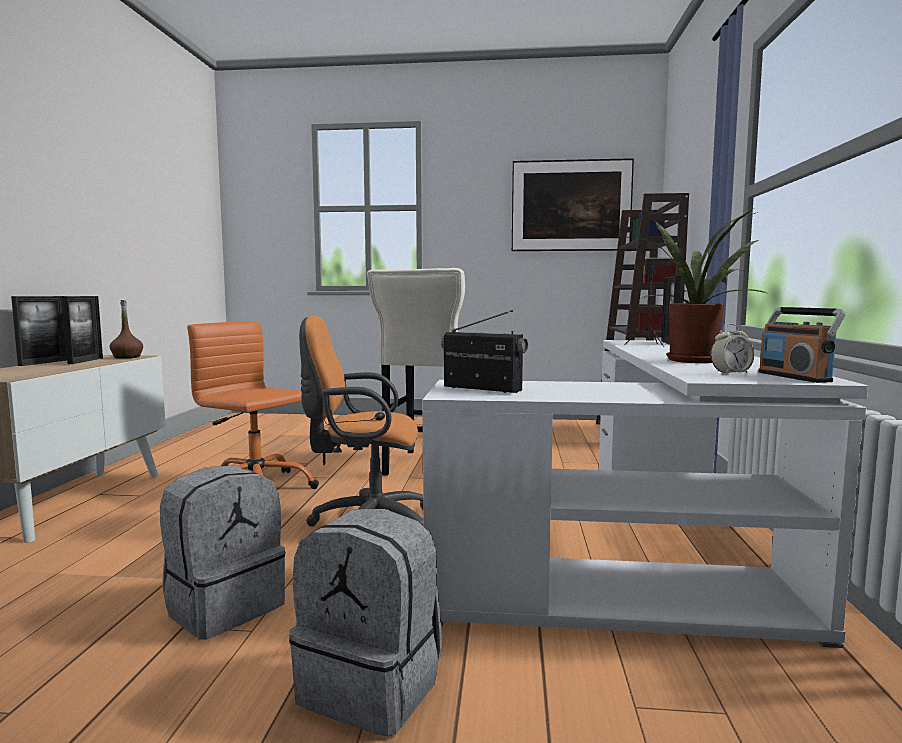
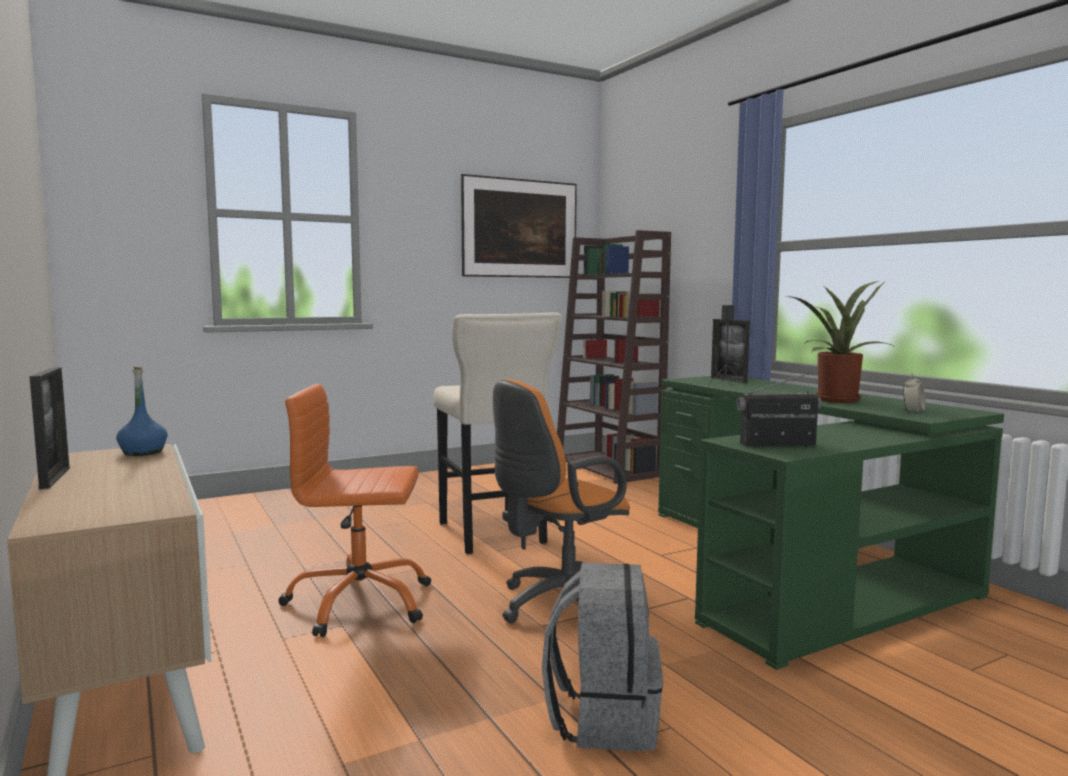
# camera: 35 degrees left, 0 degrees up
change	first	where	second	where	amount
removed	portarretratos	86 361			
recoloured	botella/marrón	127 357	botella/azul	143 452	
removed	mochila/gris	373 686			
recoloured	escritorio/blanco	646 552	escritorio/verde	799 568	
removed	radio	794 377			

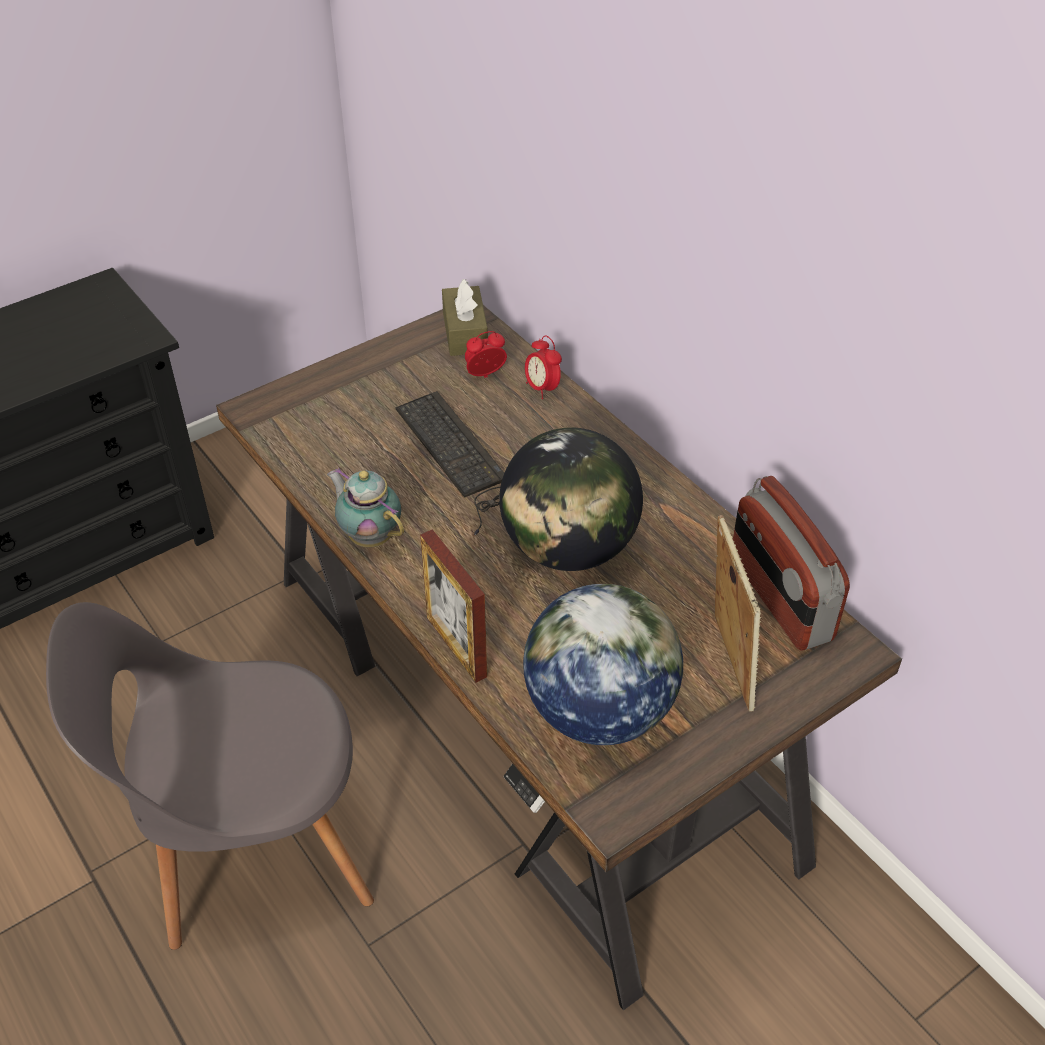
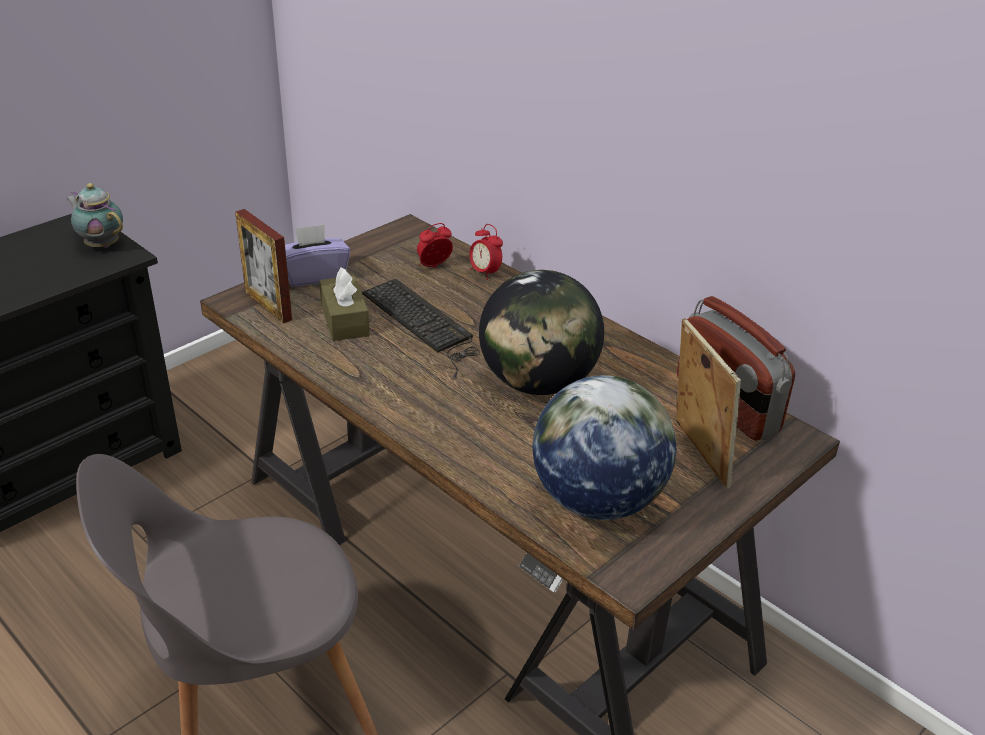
# camera: 10 degrees left, 10 degrees down
change	first	where	second	where	amount
moved	tetera	369 536		101 245	
moved	portarretratos	456 646		268 306	
moved	caja de pañuelos/marrón	465 333		344 320	
added			caja de pañuelos/morado	314 275	

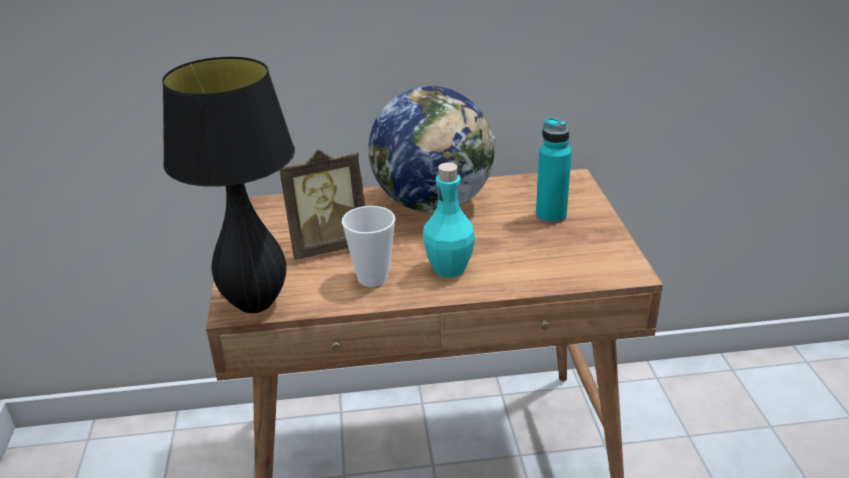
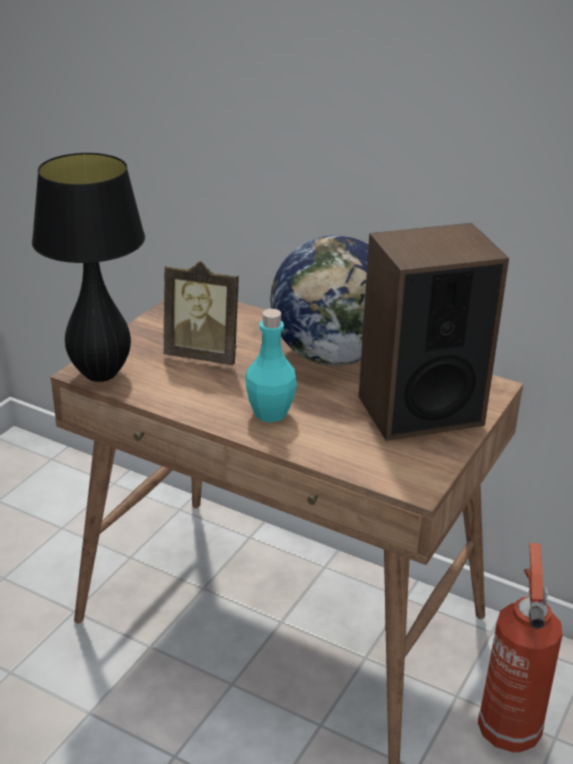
# camera: 35 degrees right, 0 degrees up
change	first	where	second	where	amount
removed	taza	372 278			
replaced	botella/turquesa	551 216	altavoz	419 410	
added			extintor	508 727	

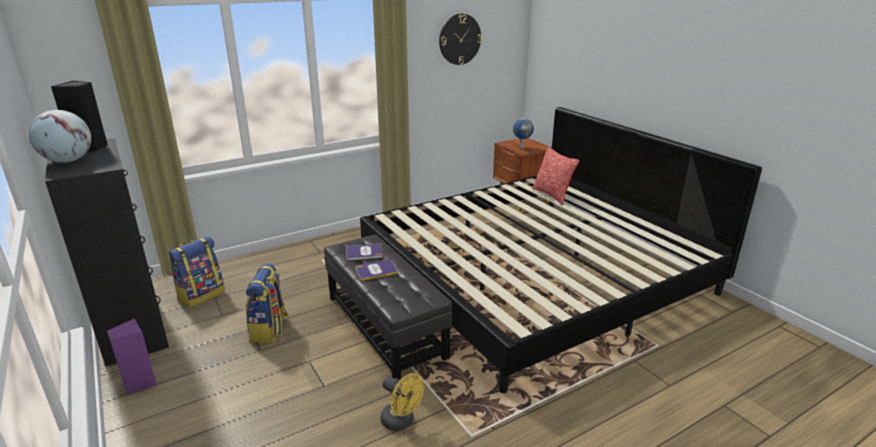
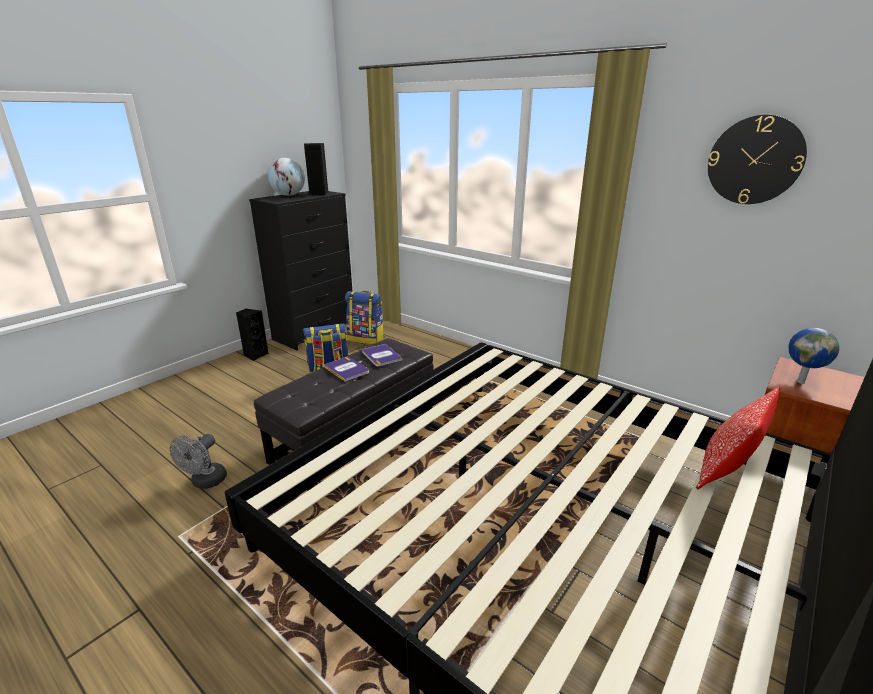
# camera: 70 degrees right, 0 degrees up
change	first	where	second	where	amount
recoloured	altavoz/morado	140 383	altavoz/negro	255 355	
recoloured	ventilador/amarillo	401 422	ventilador/gris	205 482	

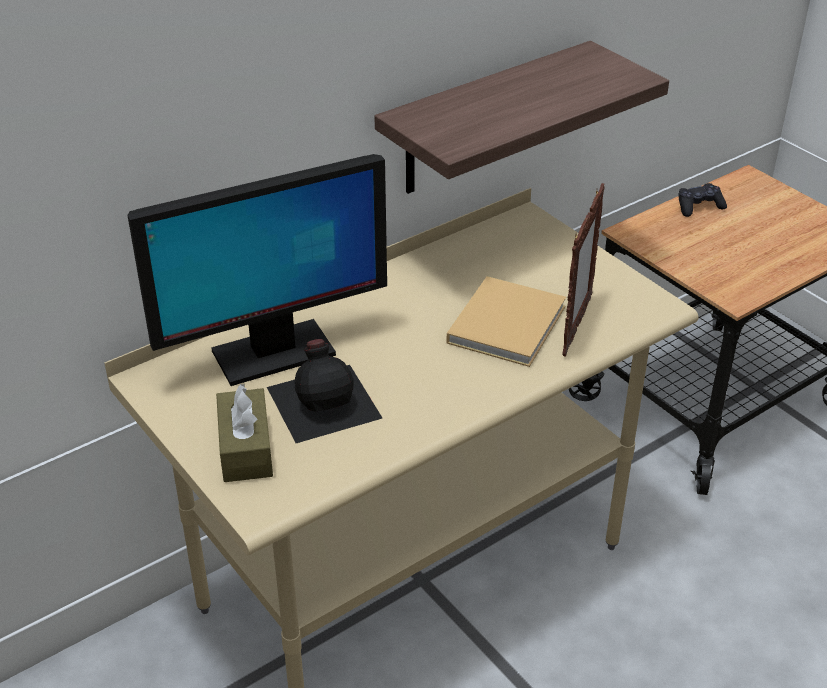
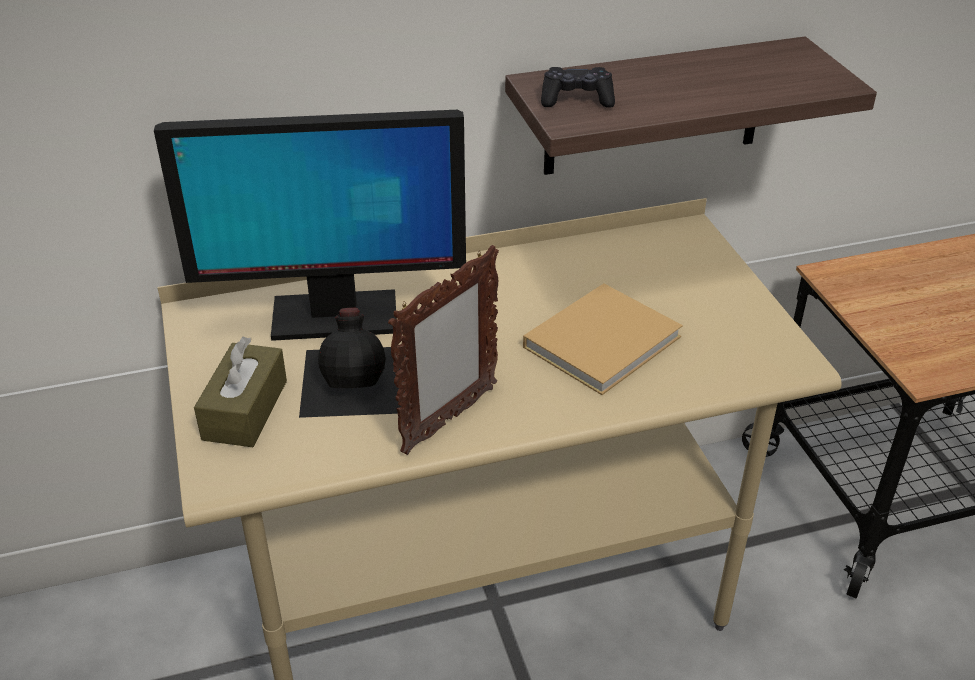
# camera: 20 degrees right, 0 degrees up
change	first	where	second	where	amount
moved	portarretratos	576 327		448 420	
moved	mando de consola/negro	699 207		577 99	

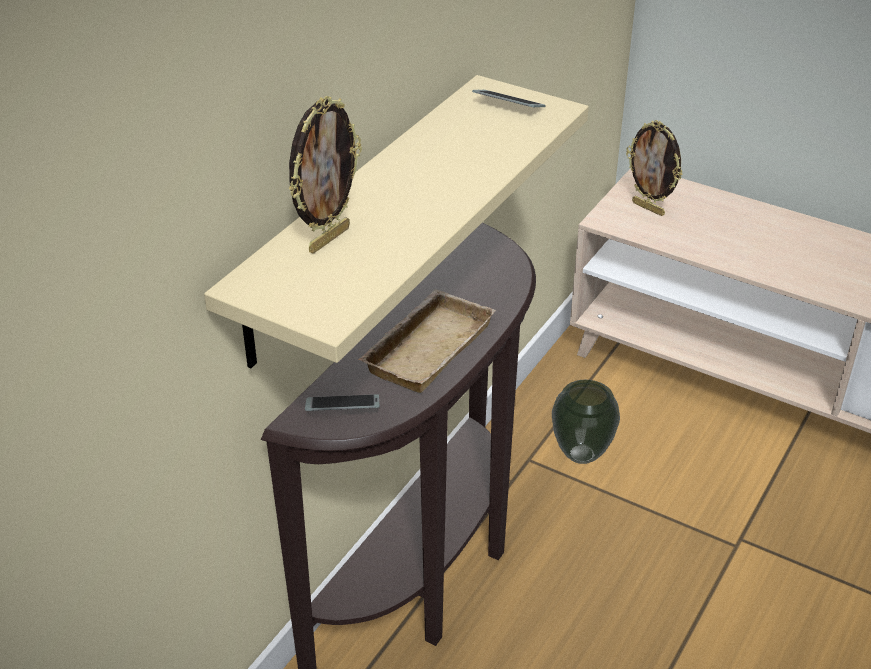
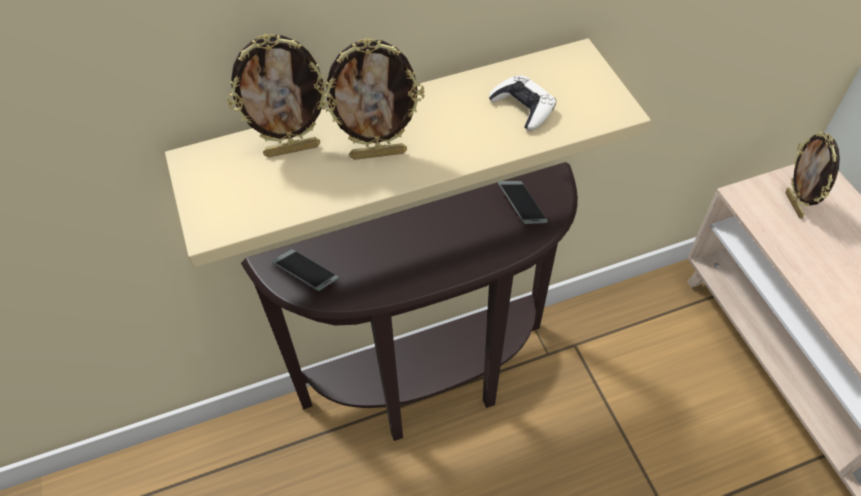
# camera: 40 degrees right, 15 degrees up
change	first	where	second	where	amount
removed	bandeja/beis	426 346			
moved	móvil	508 105		521 206	
removed	florero	580 453			
added			portarretratos	378 153	
added			mando de consola/blanco	523 107	

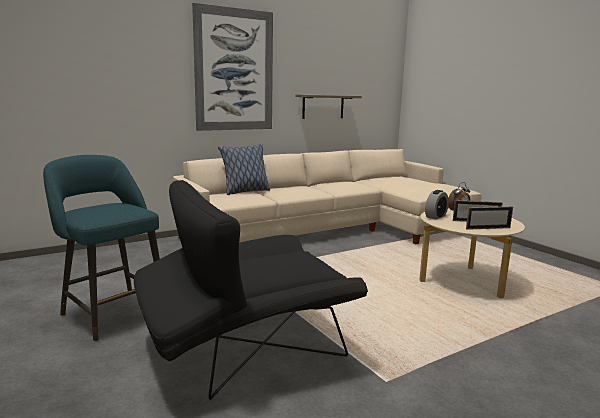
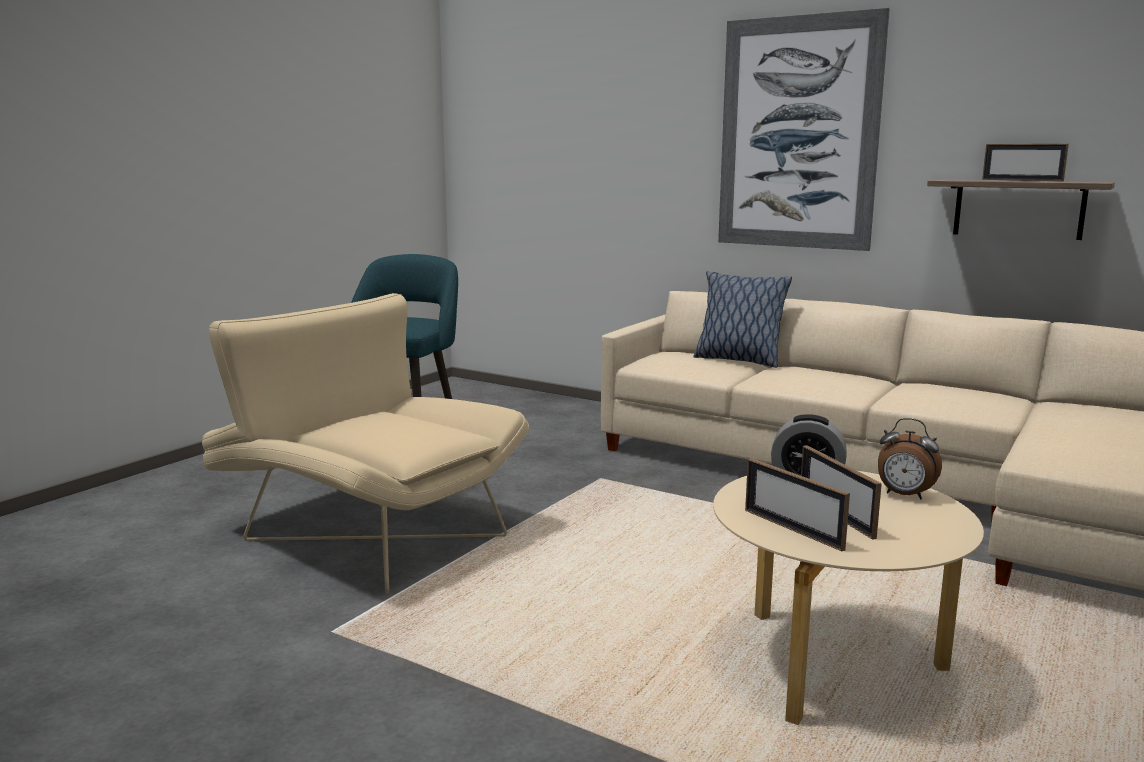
# camera: 65 degrees right, 0 degrees up
change	first	where	second	where	amount
recoloured	sillón/negro	244 348	sillón/beis	366 531	
added			portarretratos	1021 180	

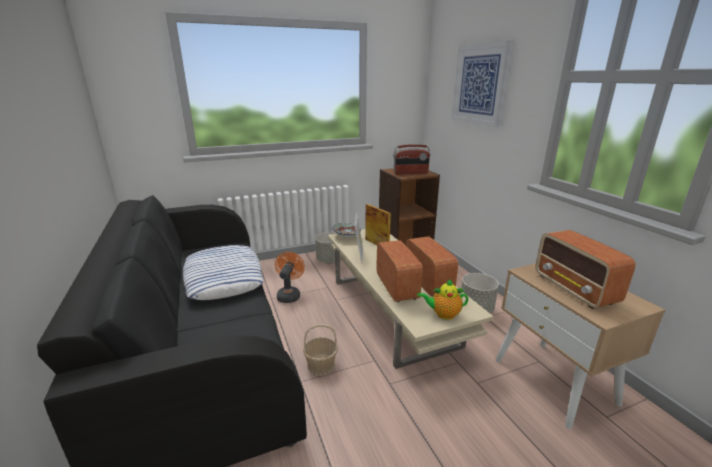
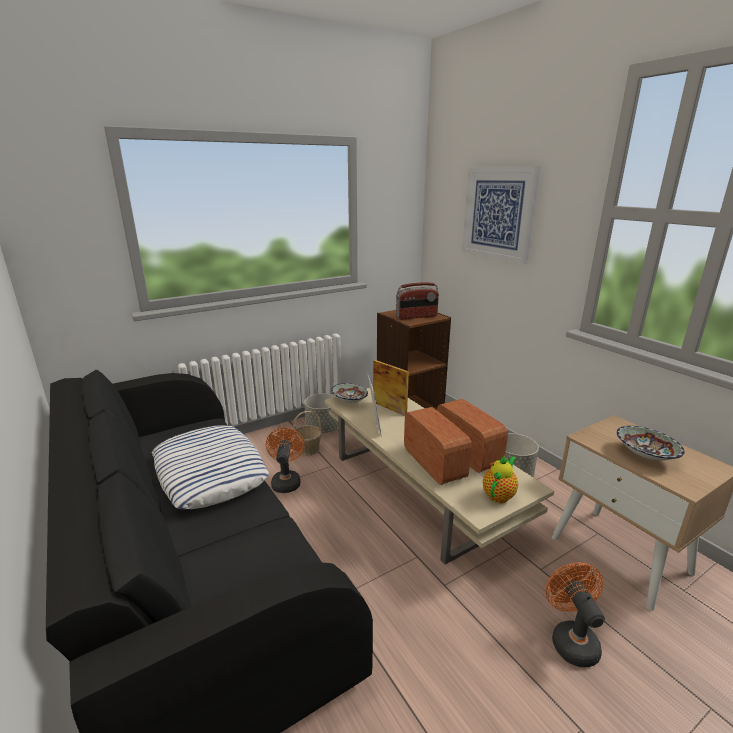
# camera: 10 degrees left, 0 degrees up
change	first	where	second	where	amount
moved	cesta	321 365		307 449	
turned	tetera	443 314		499 495	135 degrees clockwise
replaced	radio	574 289	cuenco	645 455	
added			ventilador/naranja	570 639	

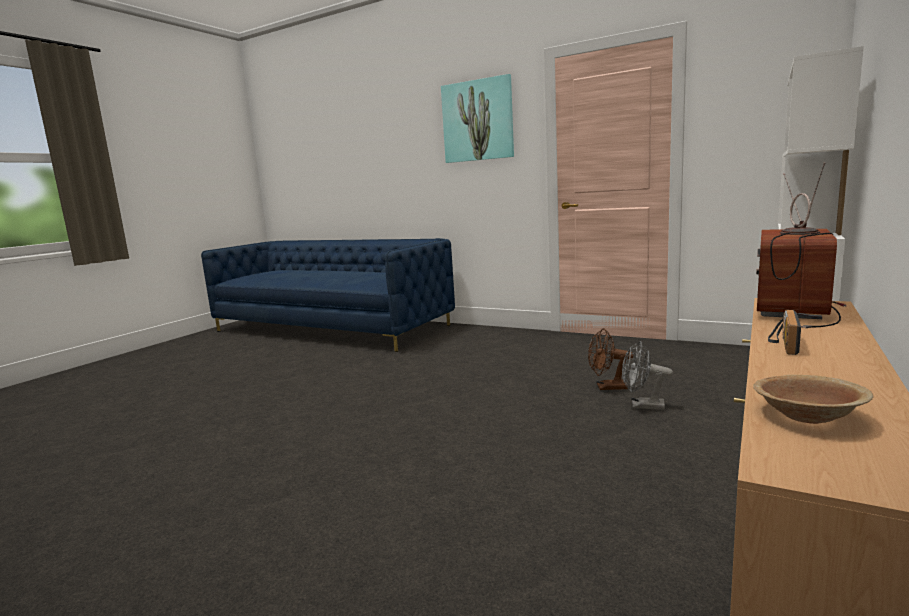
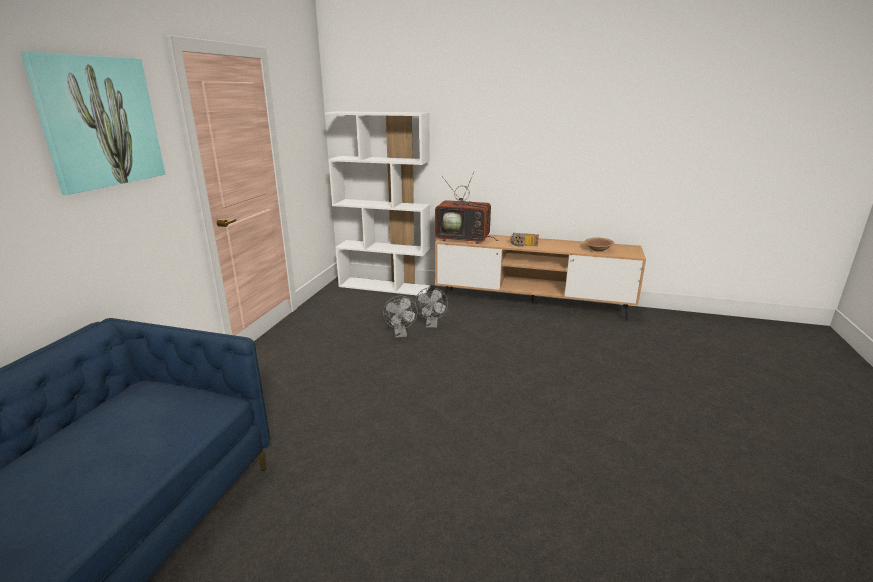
# camera: 105 degrees left, 10 degrees up
change	first	where	second	where	amount
recoloured	ventilador/marrón	607 387	ventilador/gris	401 334	

